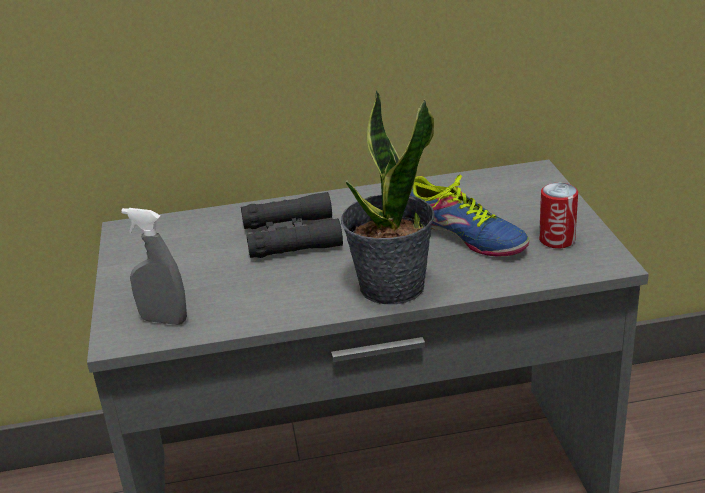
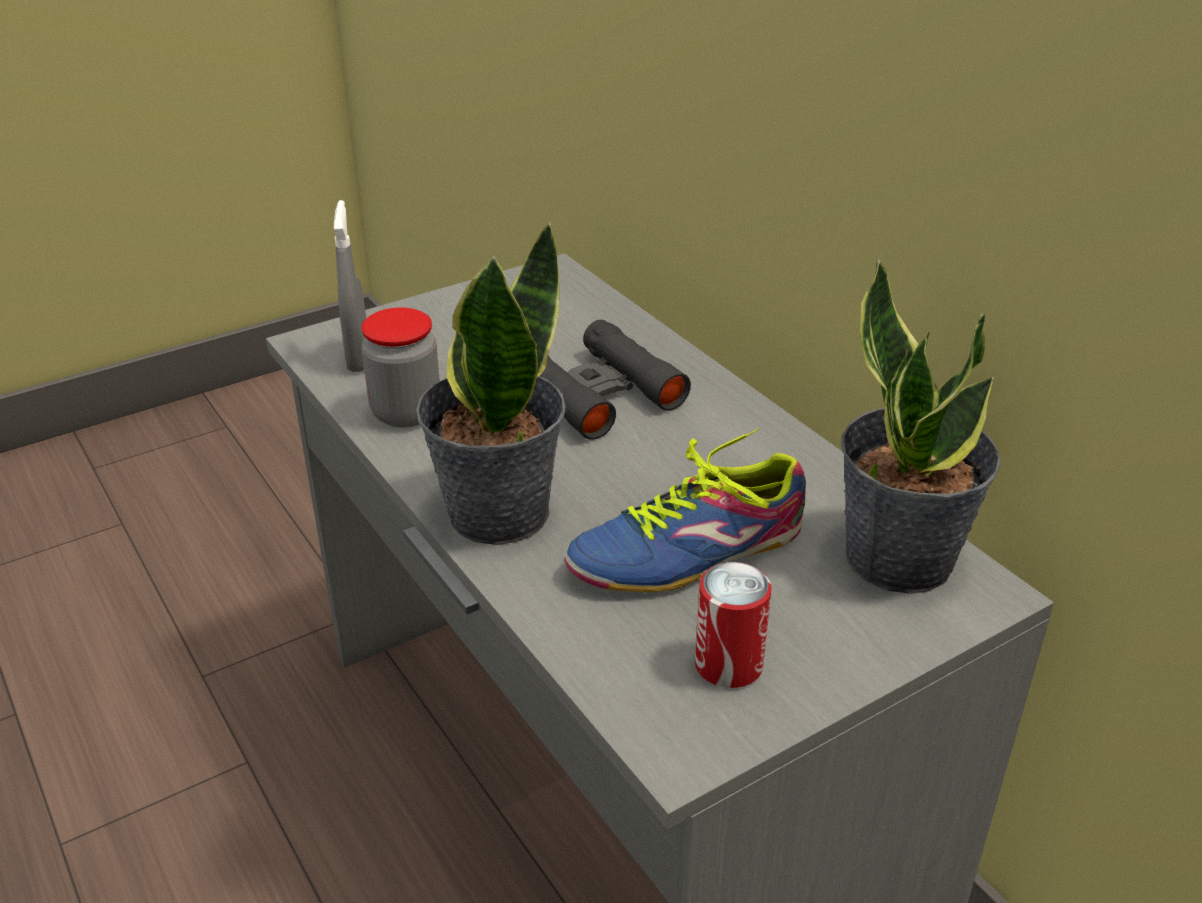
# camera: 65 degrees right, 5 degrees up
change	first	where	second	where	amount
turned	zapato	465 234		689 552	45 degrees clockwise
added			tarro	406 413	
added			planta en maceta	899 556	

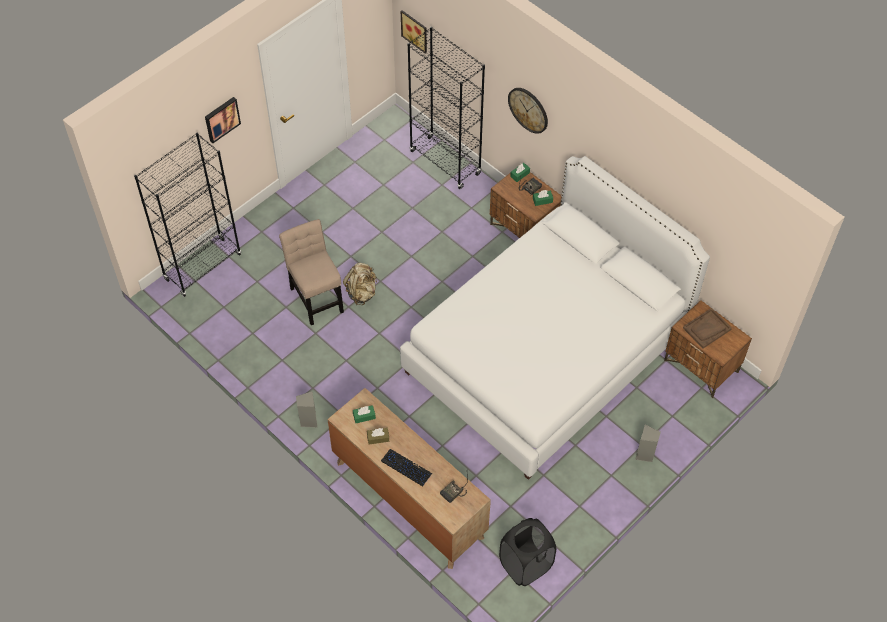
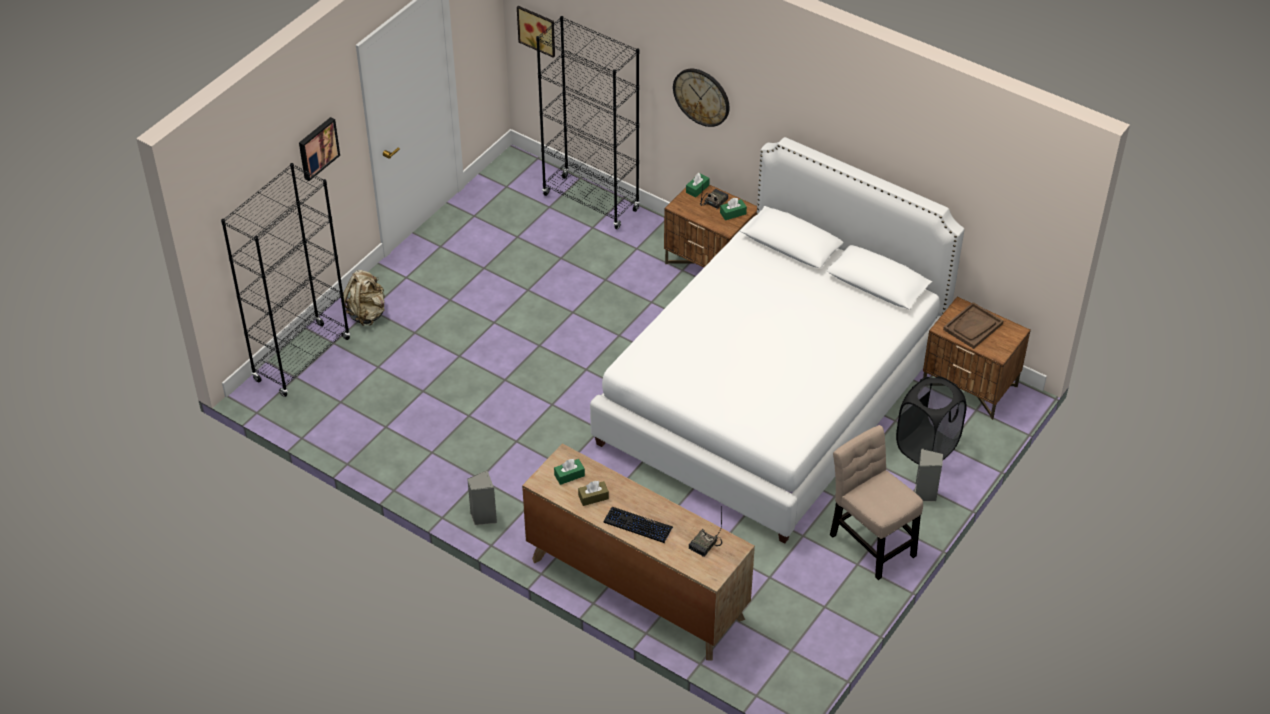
# camera: 10 degrees left, 10 degrees down
change	first	where	second	where	amount
moved	silla/beis	316 297		870 541	
moved	mochila/beis	362 292		367 313	
moved	cesto de la ropa/negro	525 565		926 447	

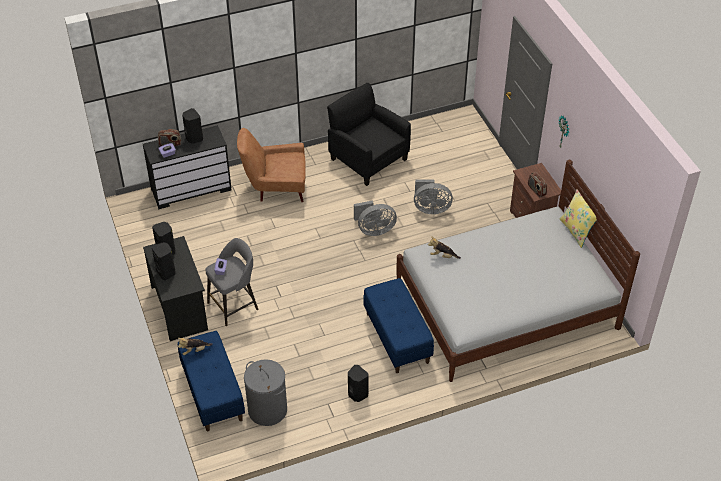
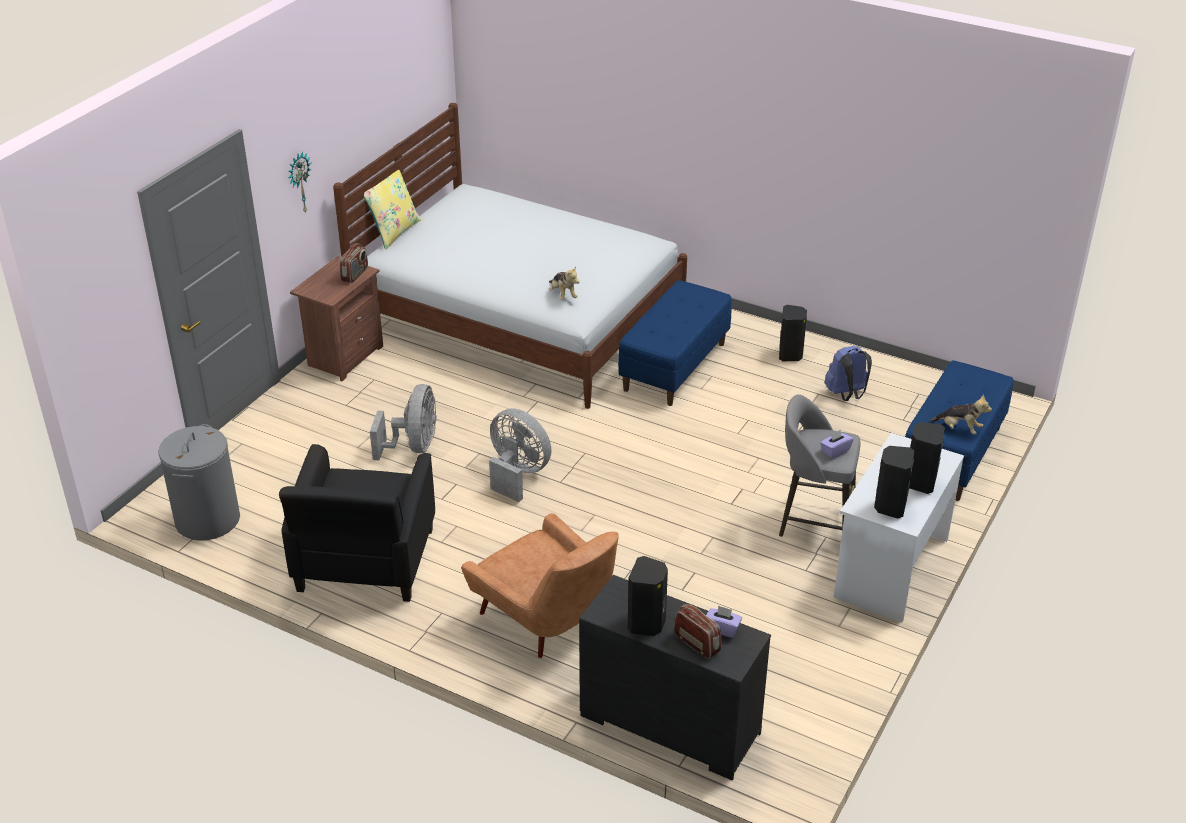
# camera: 130 degrees left, 10 degrees down
change	first	where	second	where	amount
recoloured	escritorio/negro	180 308	escritorio/blanco	890 567	
moved	cesto de la ropa/gris	268 410		207 519	
turned	ventilador/gris	430 208		414 446	45 degrees clockwise
added			mochila/azul	847 394	

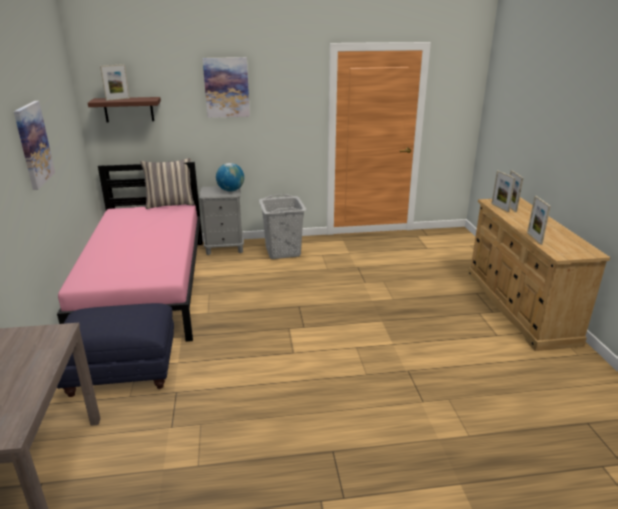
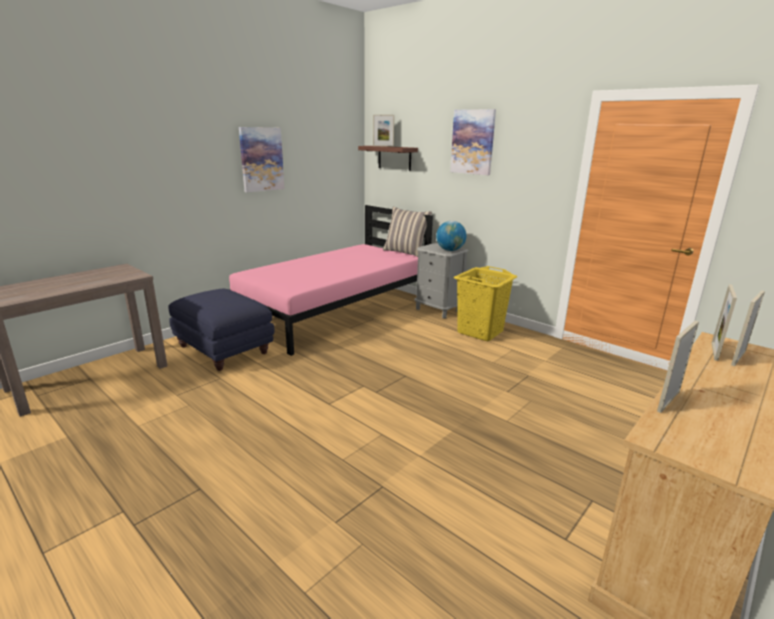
# camera: 50 degrees right, 5 degrees down
change	first	where	second	where	amount
recoloured	cesto de la ropa/gris	282 252	cesto de la ropa/amarillo	479 332	

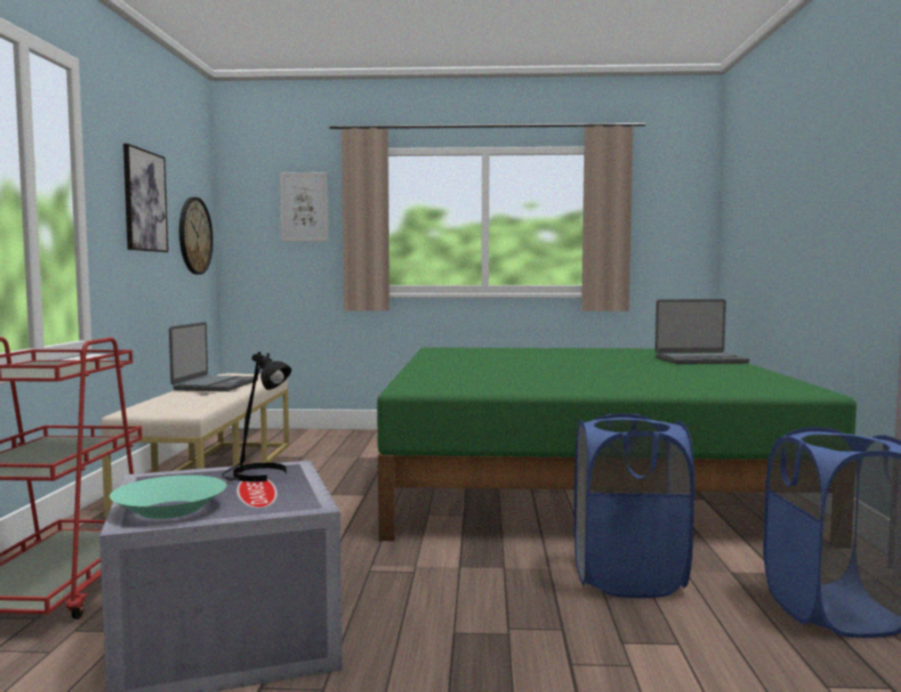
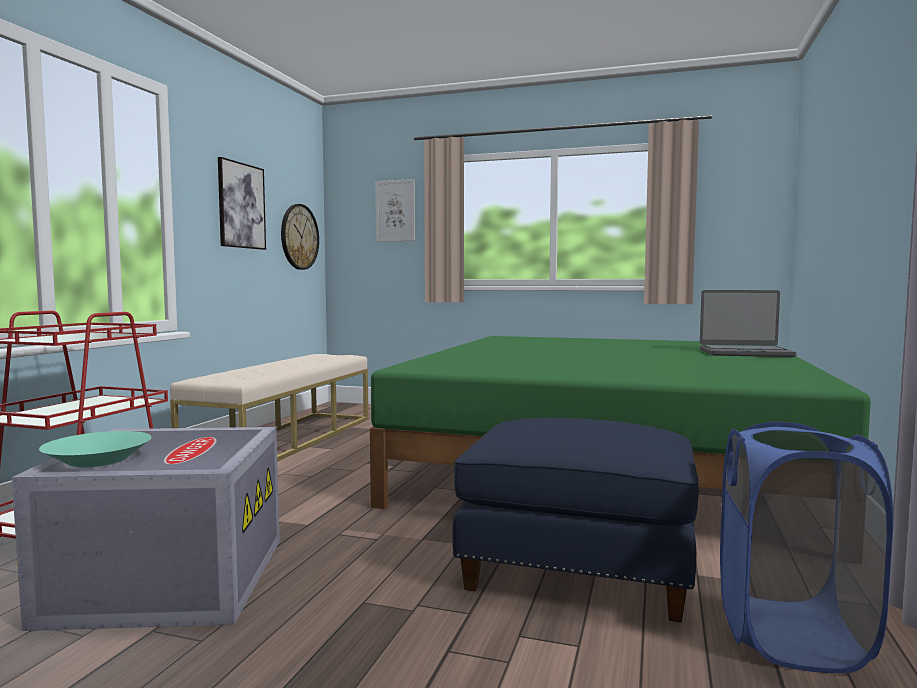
# camera: 15 degrees right, 0 degrees up
change	first	where	second	where	amount
removed	portátil	215 385			
removed	lámpara de mesa/negro	257 475			
replaced	cesto de la ropa/azul	628 578	puf/azul	578 569	

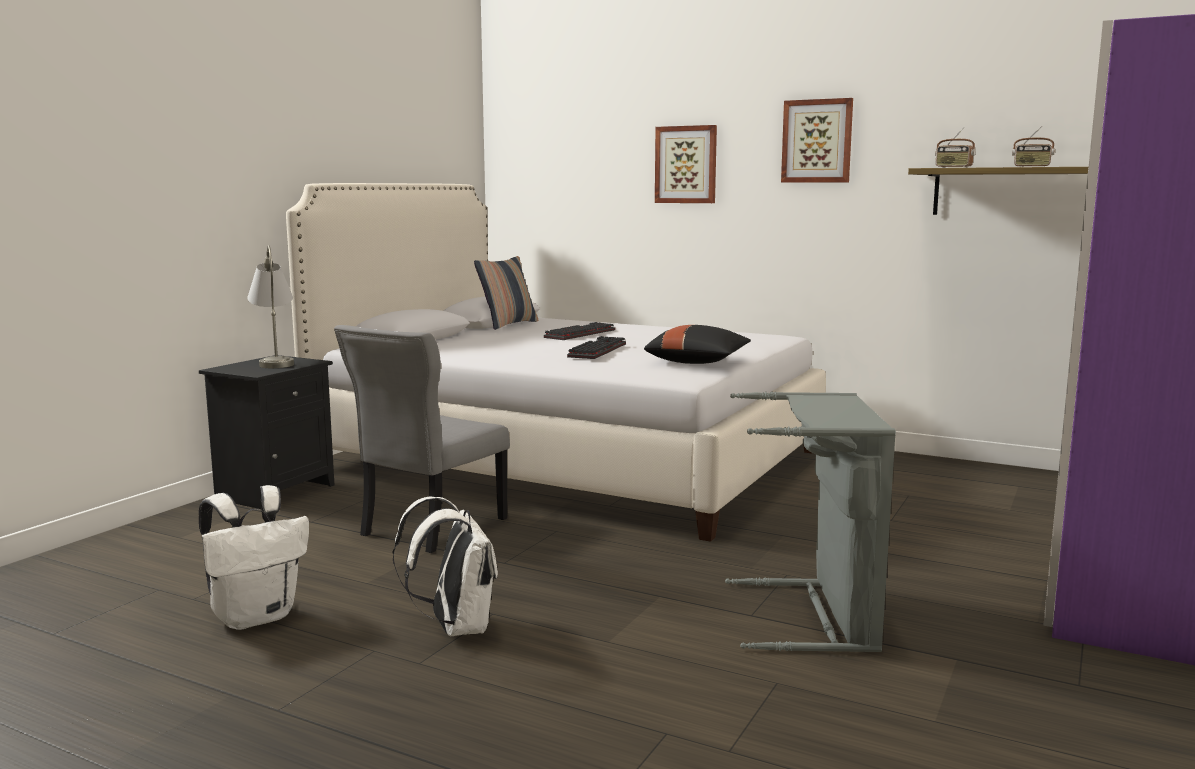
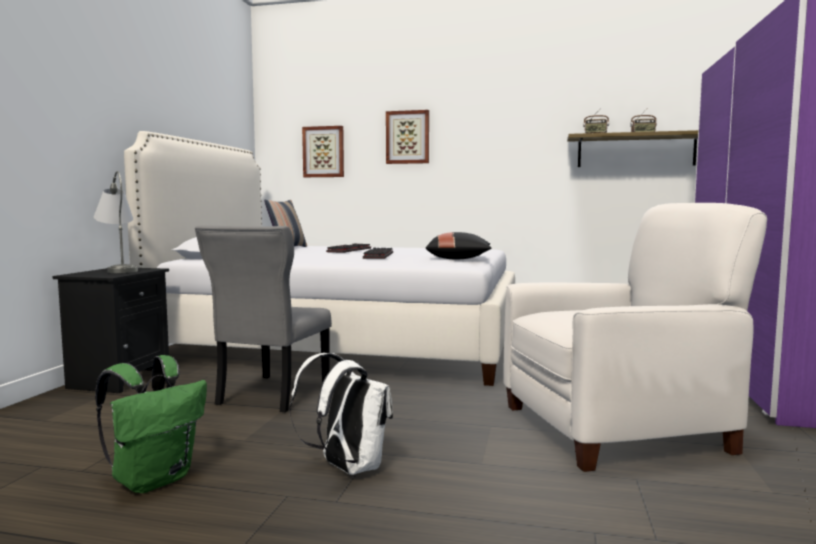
# camera: 15 degrees left, 5 degrees down
change	first	where	second	where	amount
recoloured	mochila/blanco	256 616	mochila/verde	154 479	
replaced	cesto de la ropa/gris	818 616	sillón/blanco	616 428	
moved	cuadro	817 141		323 152	

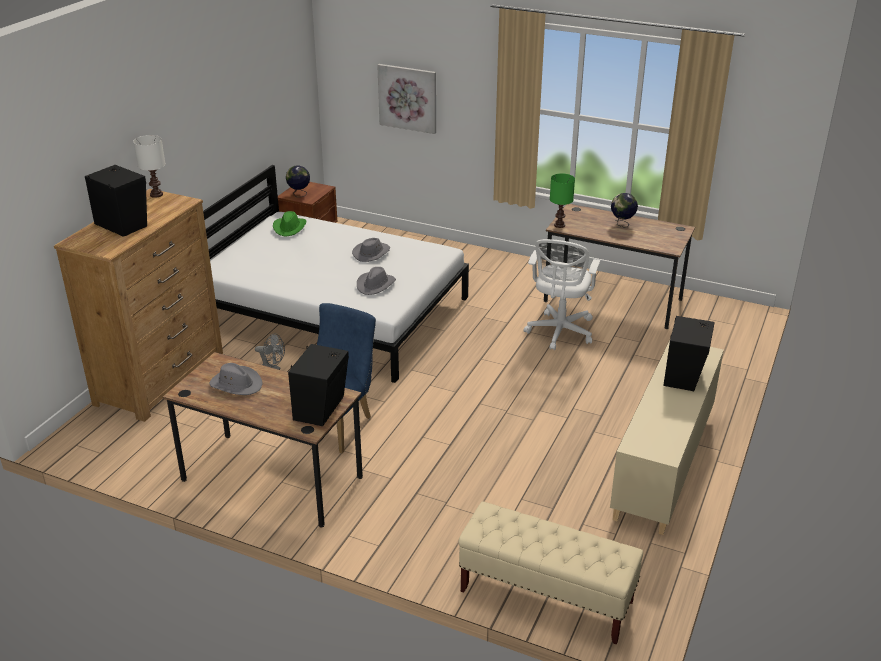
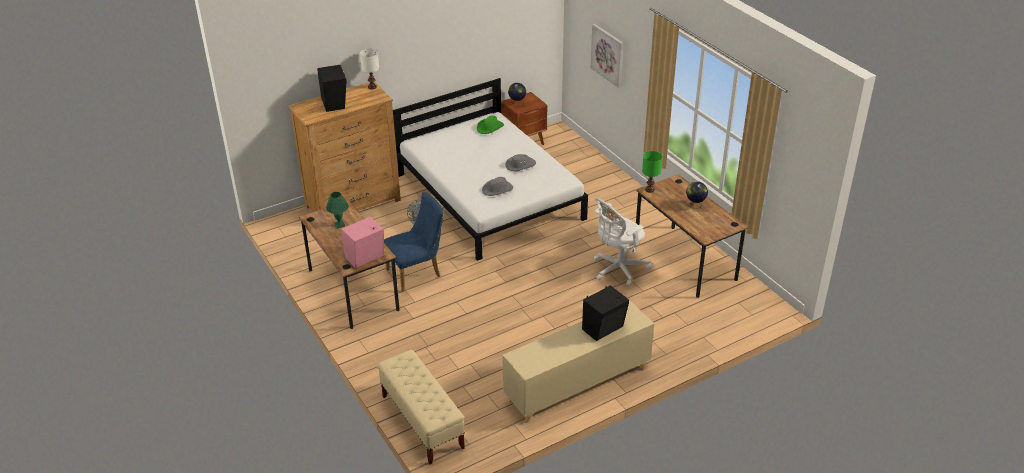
# camera: 35 degrees right, 5 degrees up
change	first	where	second	where	amount
replaced	sombrero/gris	236 384	lámpara de mesa/verde	340 224	
recoloured	altavoz/negro	322 408	altavoz/rosa	366 257	

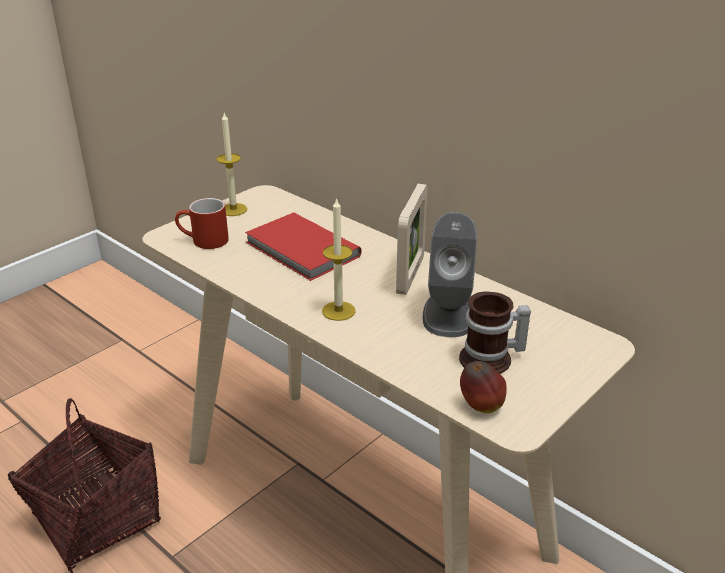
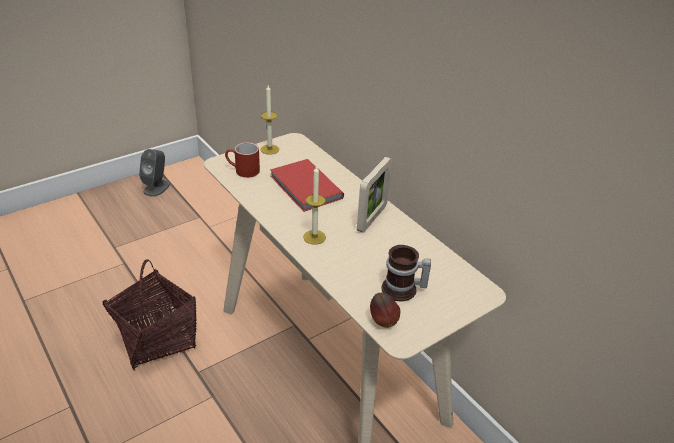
# camera: 10 degrees right, 5 degrees up
change	first	where	second	where	amount
moved	altavoz/gris	449 314		156 187	

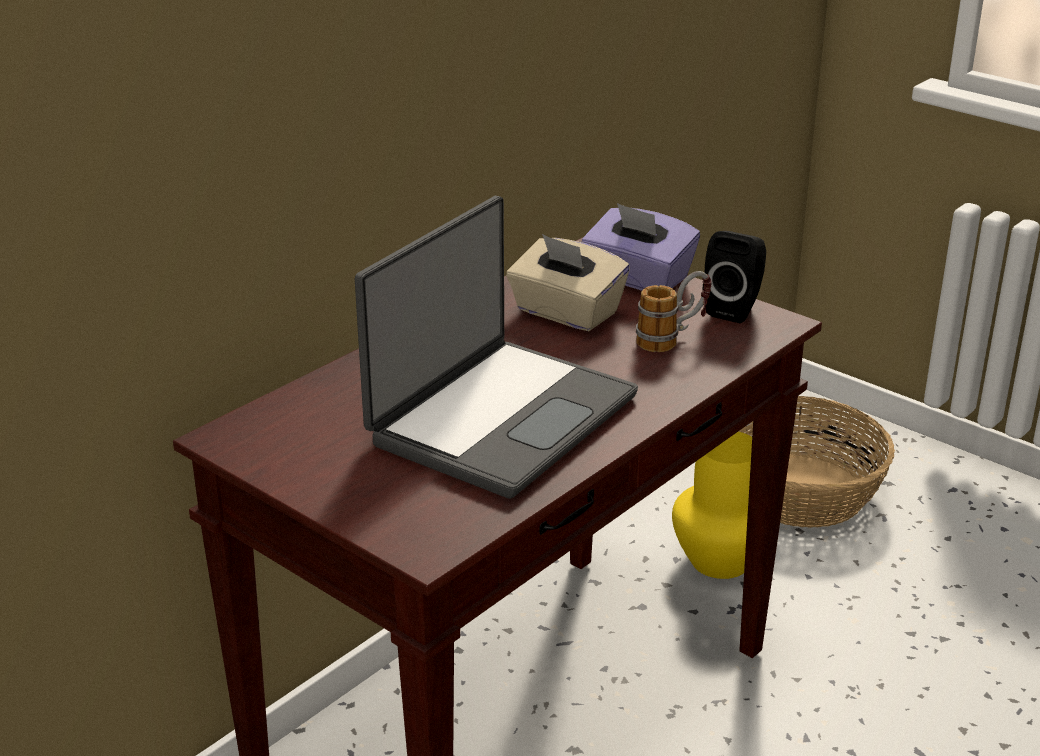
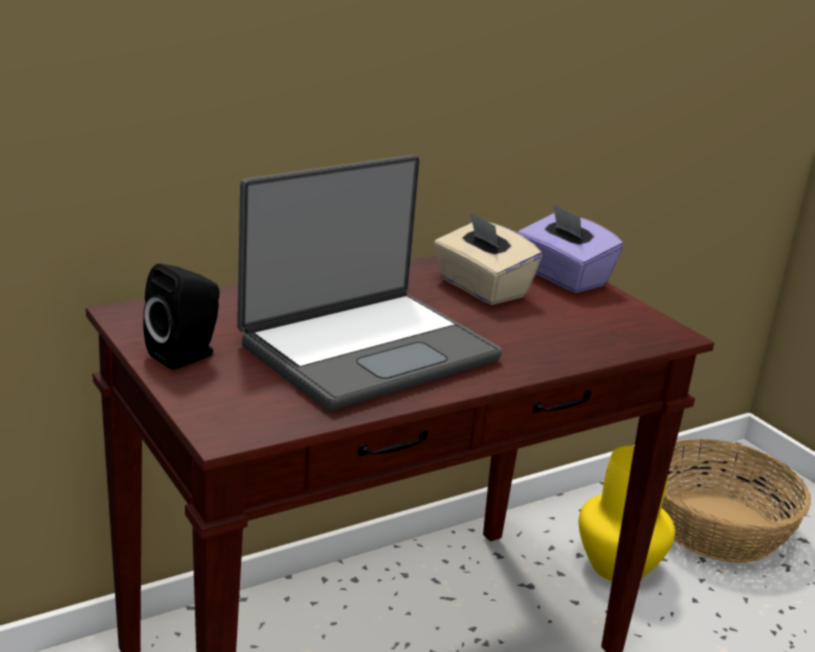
# camera: 15 degrees right, 5 degrees down
change	first	where	second	where	amount
removed	taza grande	672 339			
moved	altavoz/negro	735 309		186 355	

